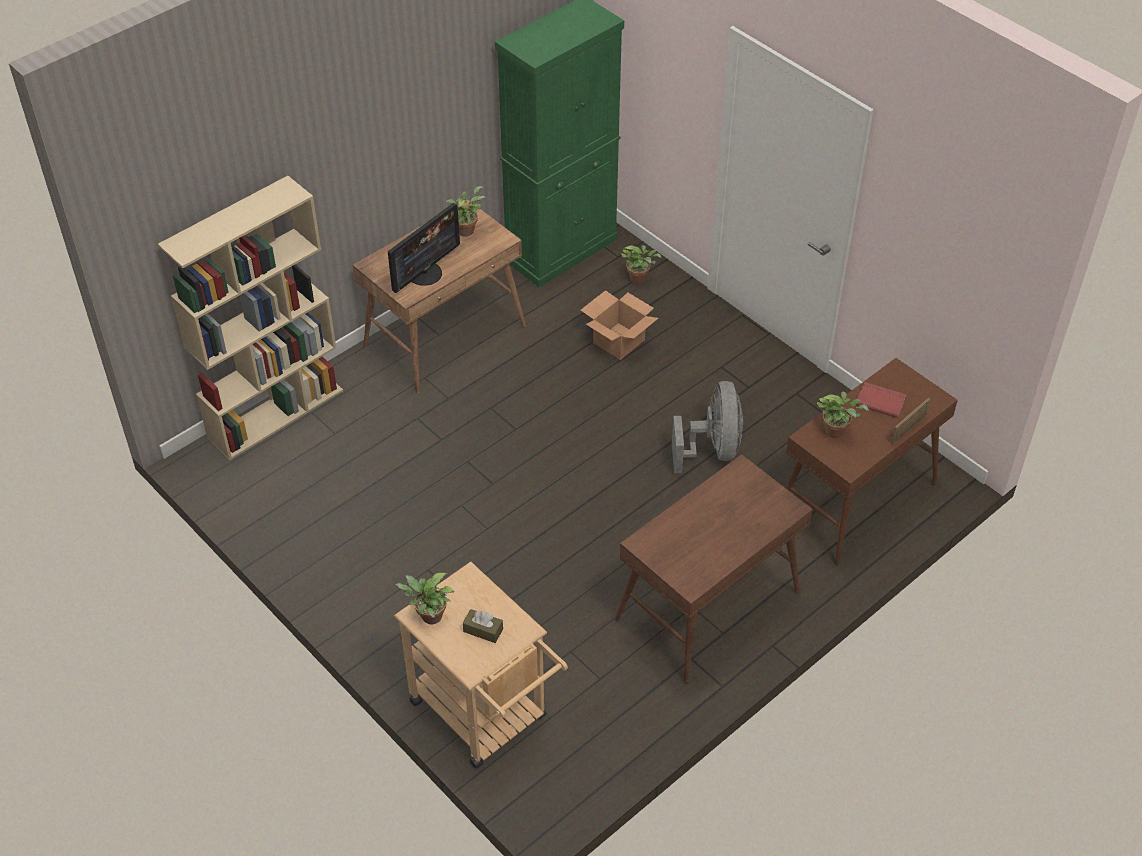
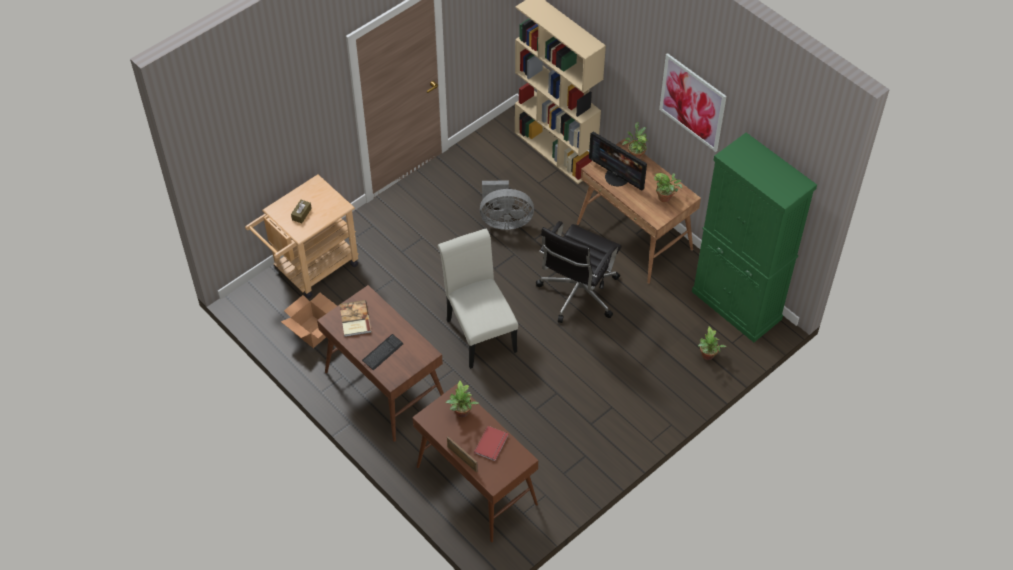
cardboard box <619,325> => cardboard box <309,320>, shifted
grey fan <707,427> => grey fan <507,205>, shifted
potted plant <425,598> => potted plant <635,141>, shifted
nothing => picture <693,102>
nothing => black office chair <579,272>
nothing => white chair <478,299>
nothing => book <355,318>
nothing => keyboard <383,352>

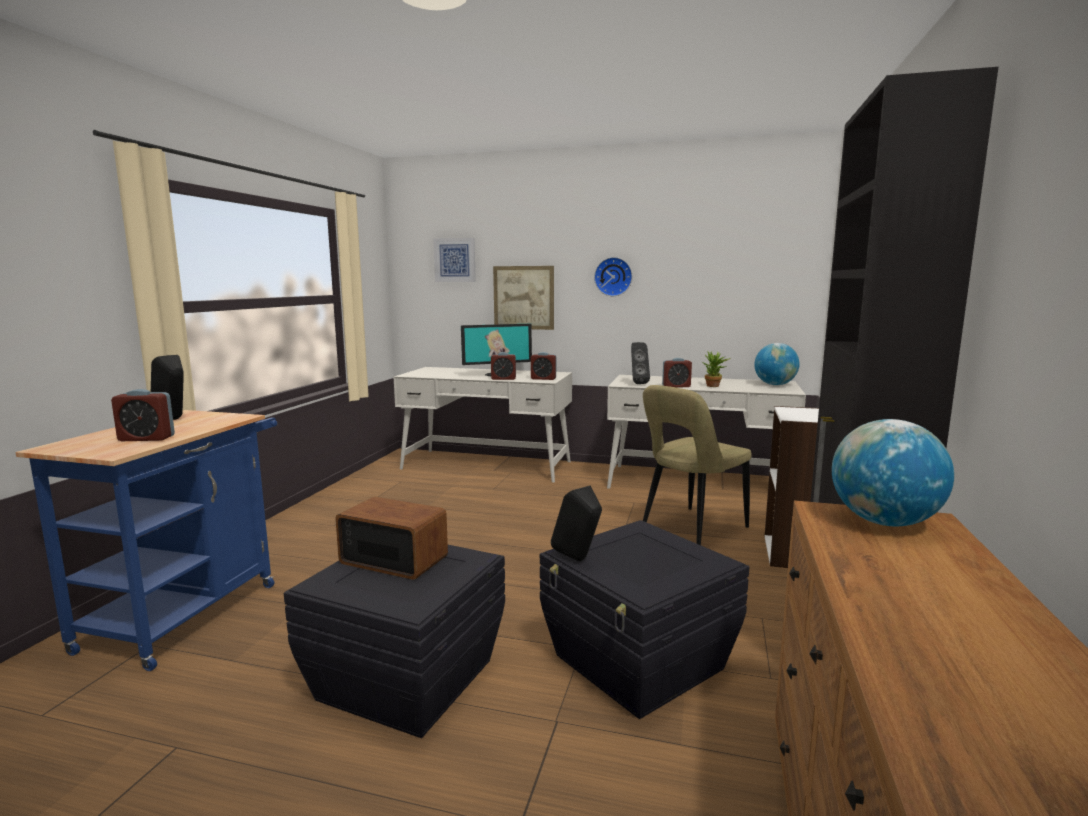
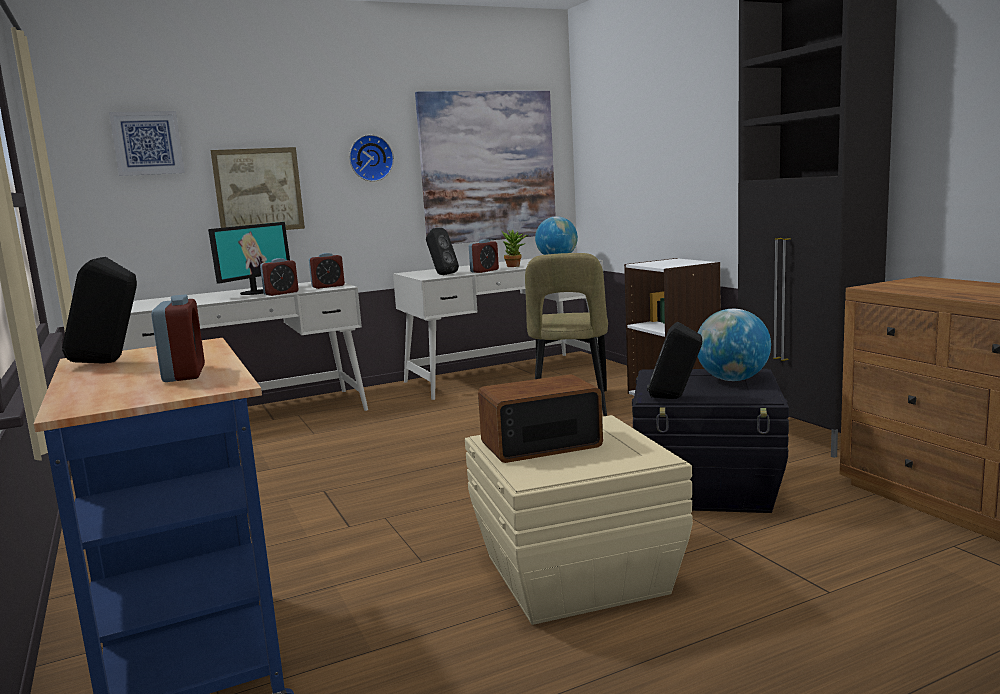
alarm clock <143,415> => alarm clock <178,338>, 60 degrees counterclockwise
globe <893,473> => globe <734,345>, shifted
black storage box <394,641> => beige storage box <579,520>
nothing => picture <485,168>

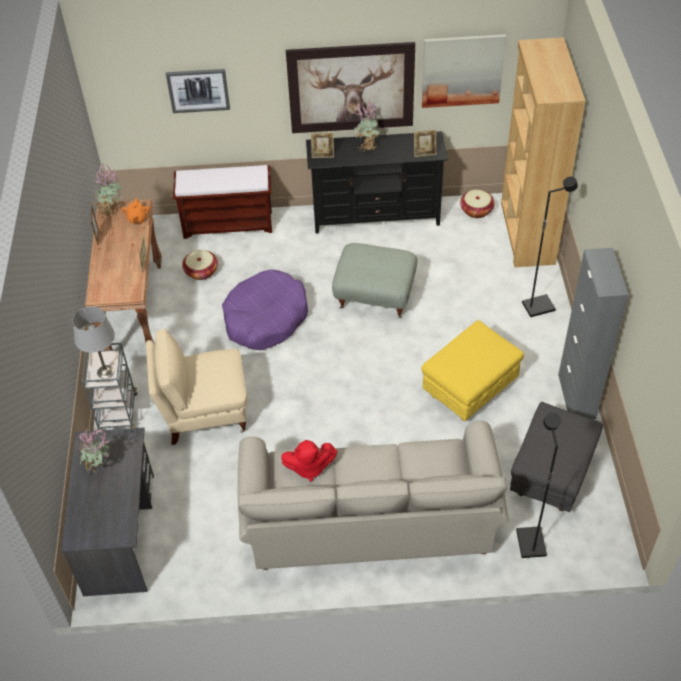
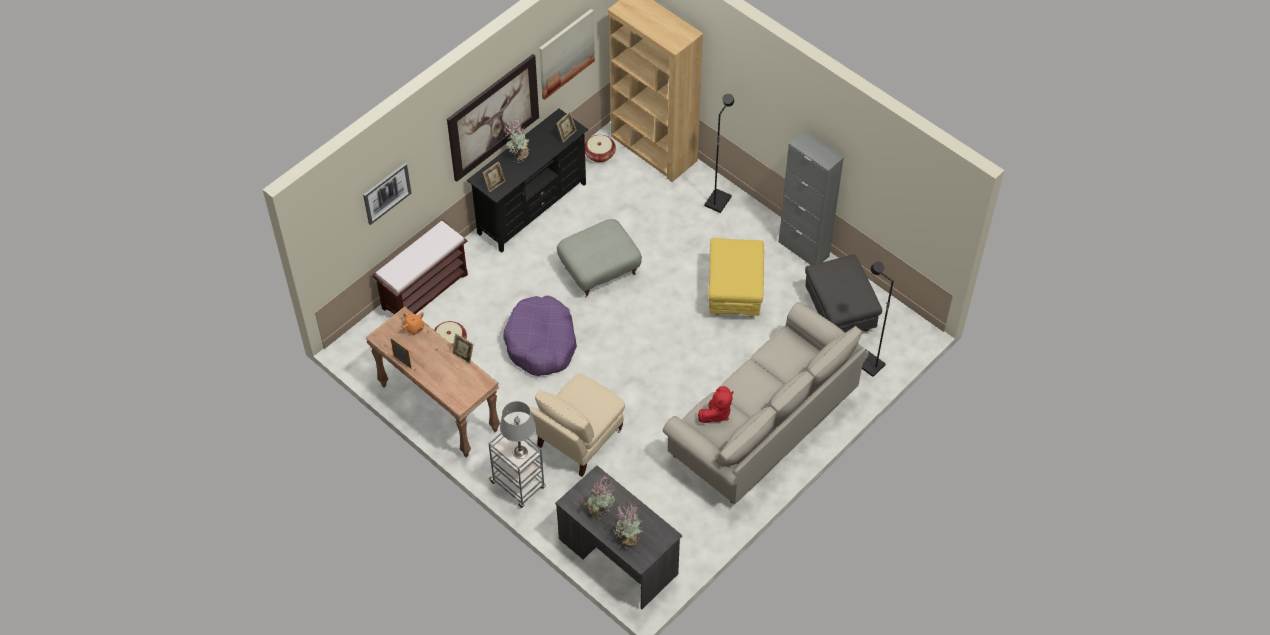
potted plant <107,190> => potted plant <627,525>, shifted

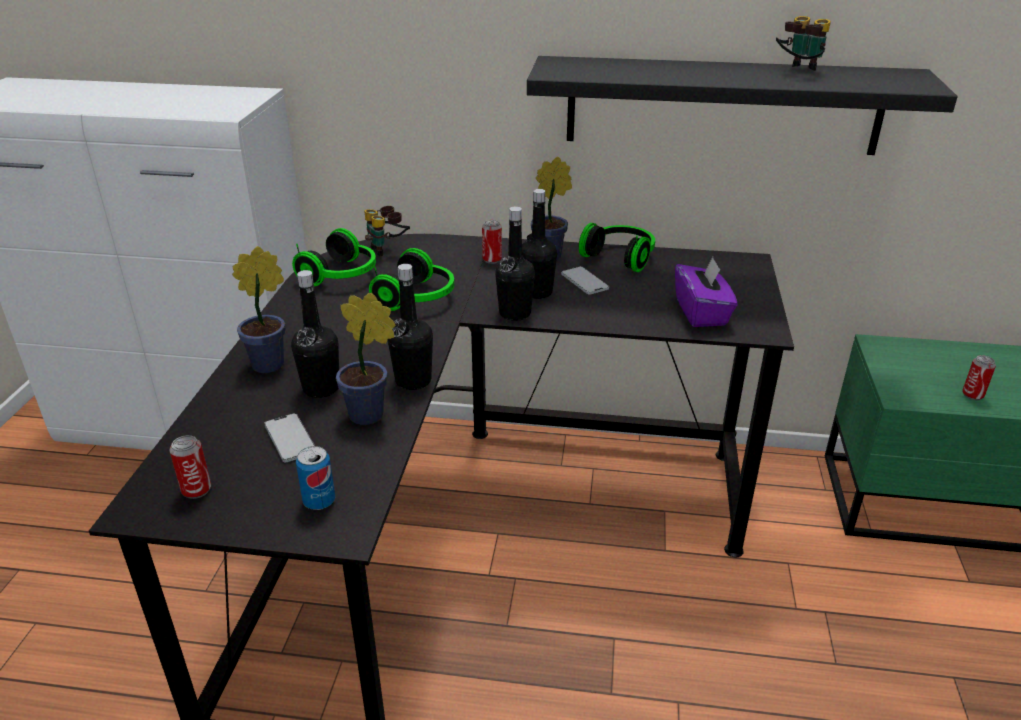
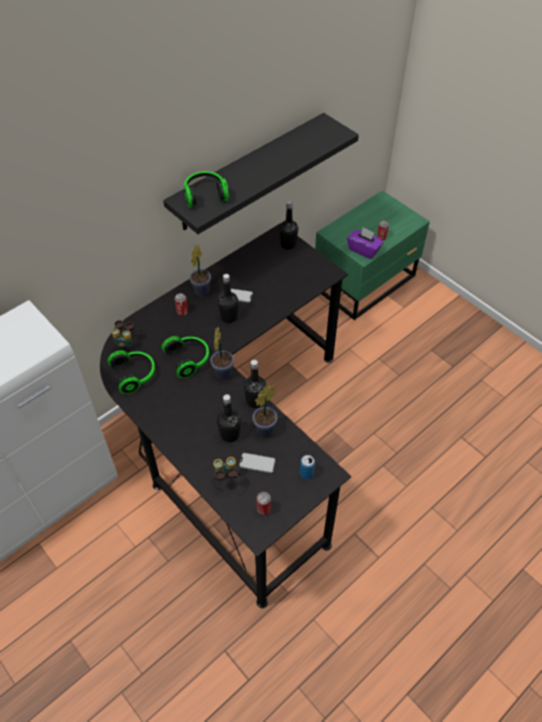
binoculars <803,43> => binoculars <227,474>, shifted
black bottle <515,264> => black bottle <288,225>, shifted
headphones <617,247> => headphones <206,189>, shifted
potted plant <258,309> => potted plant <222,353>, shifted
purple tissue box <706,292> => purple tissue box <365,243>, shifted

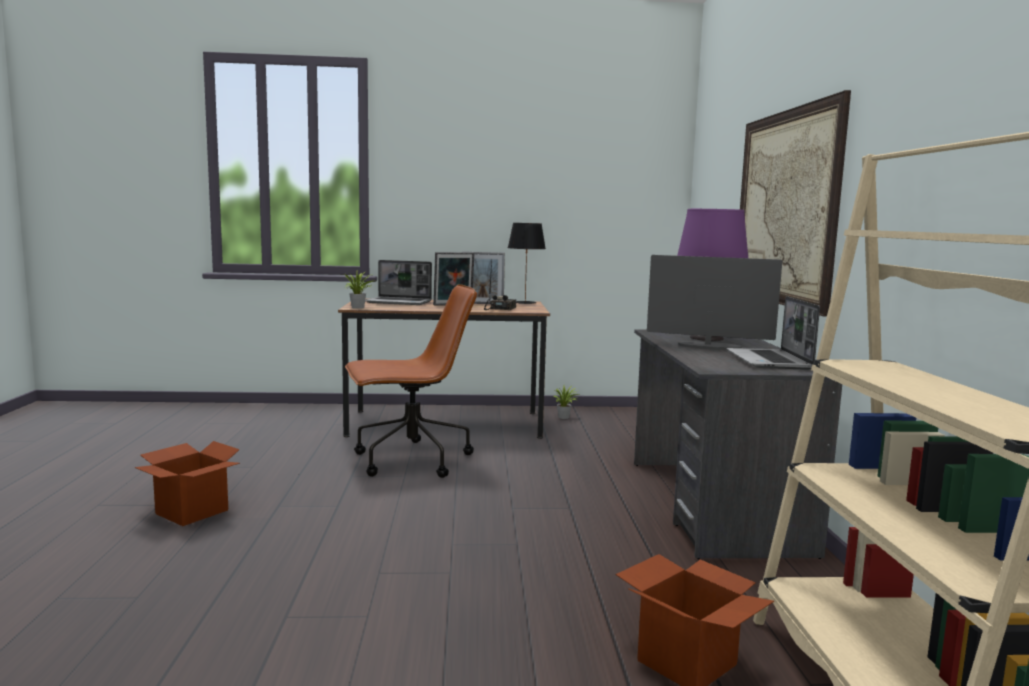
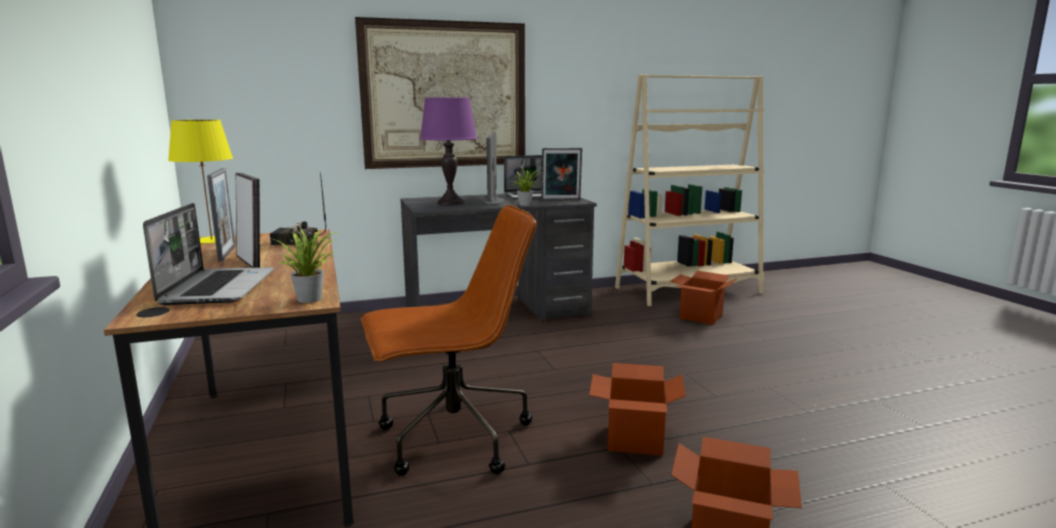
black table lamp <527,263> => yellow table lamp <200,182>
brown office chair <411,381> => brown office chair <449,340>, 105 degrees clockwise
potted plant <567,402> => potted plant <526,187>, shifted
nothing => picture frame <561,174>
nothing => cardboard box <637,409>

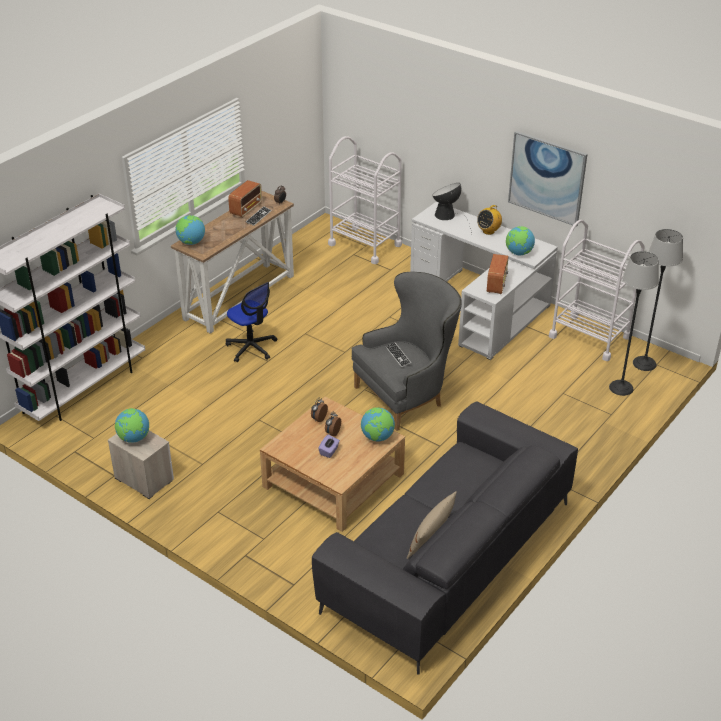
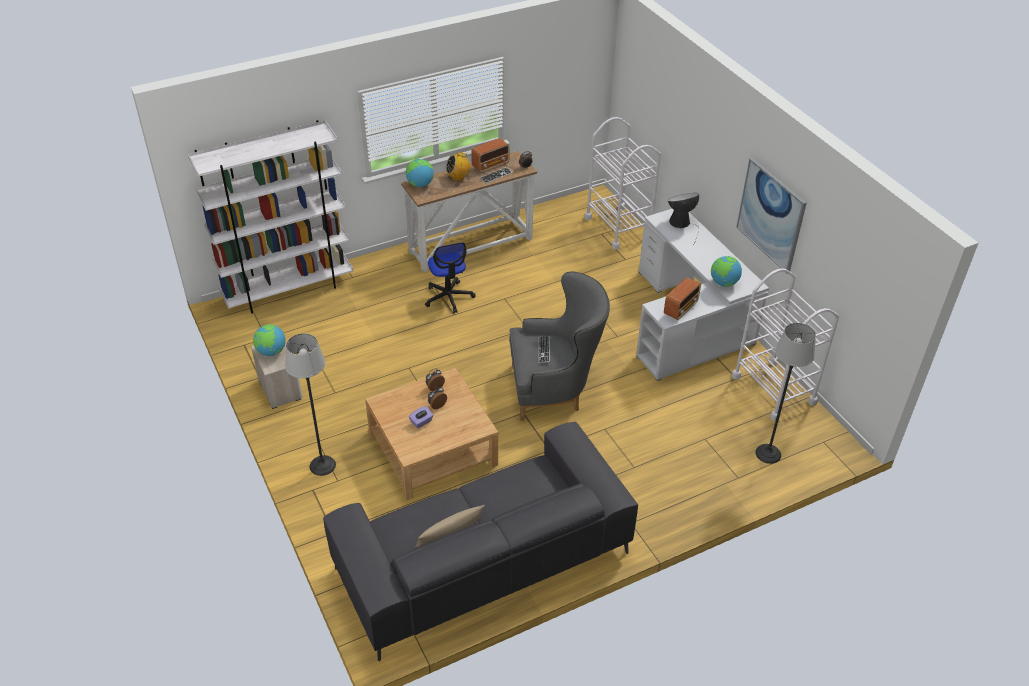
radio <489,220> => radio <458,166>, shifted
floor lamp <658,300> => floor lamp <310,405>, shifted
globe <378,424> => nothing

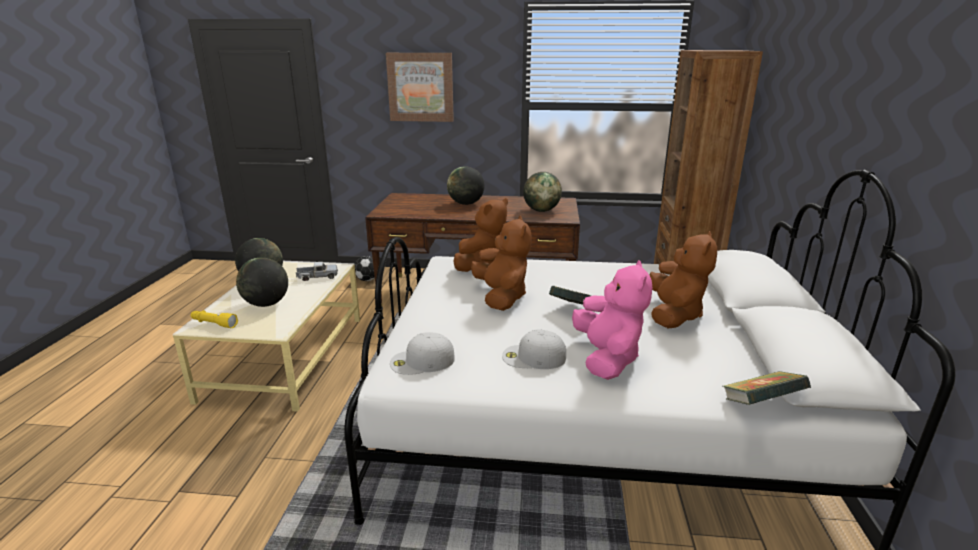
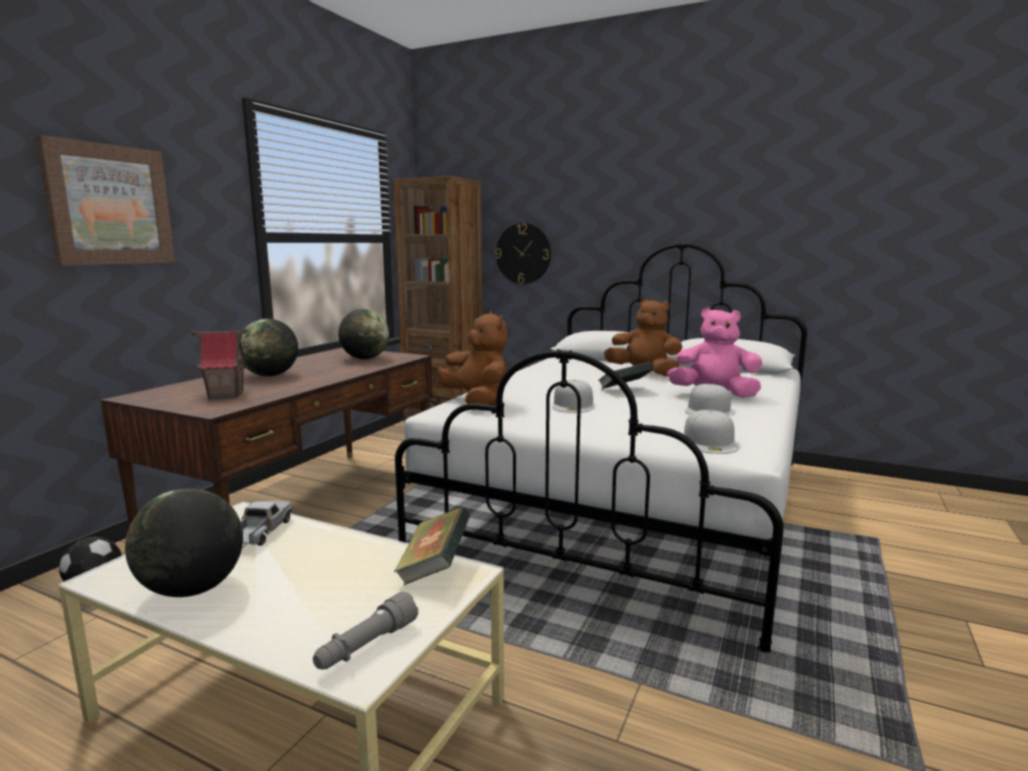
brown plush toy <501,263> => white cap <572,396>
globe <262,282> => nothing
yellow flashlight <214,319> => grey flashlight <365,631>
book <767,388> => book <432,545>, shifted
nothing => wall clock <523,253>
nothing => toy house <219,364>

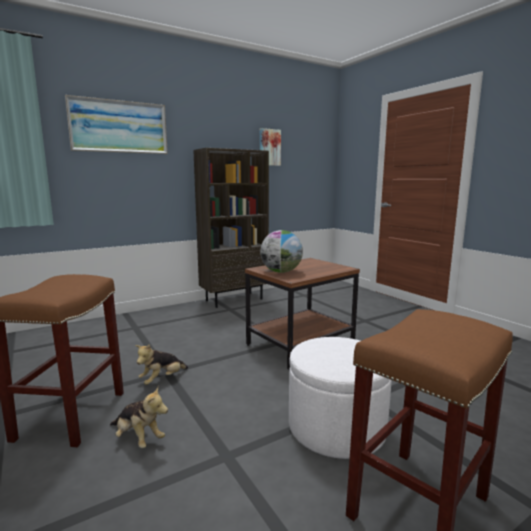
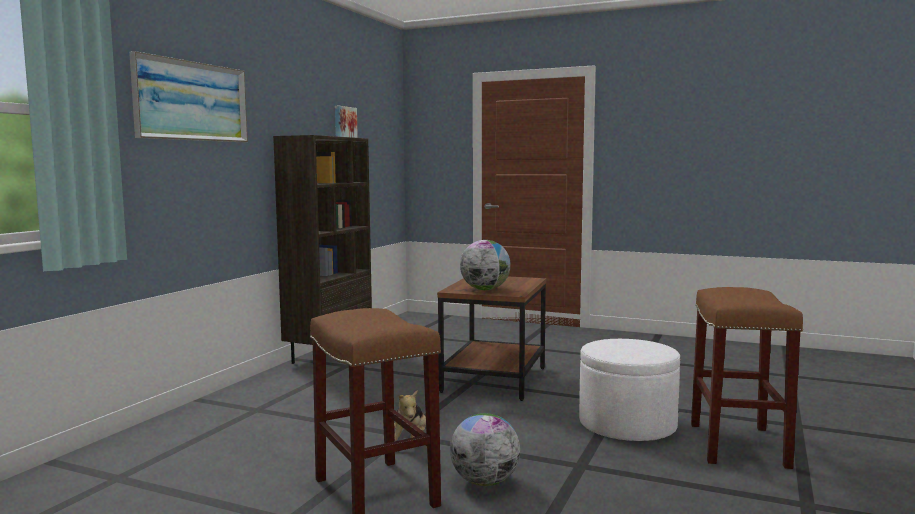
plush toy <139,417> => globe <485,449>

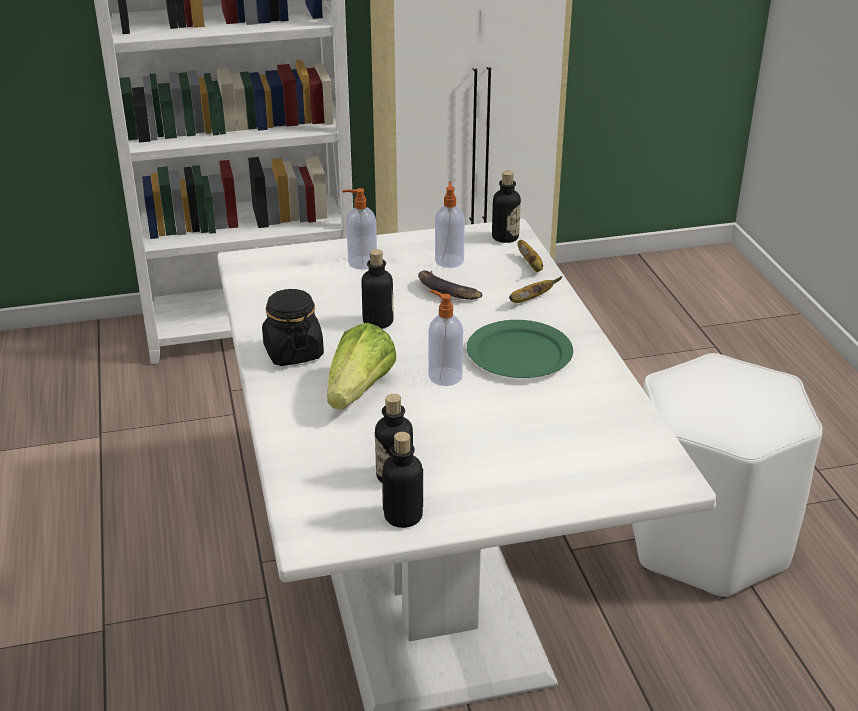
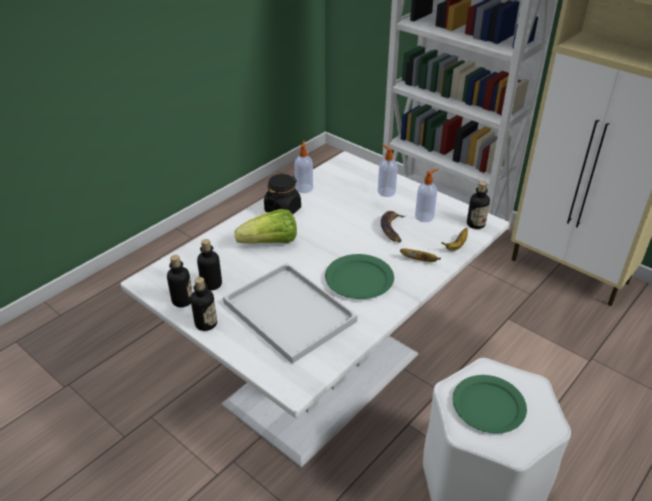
bottle <377,289> => bottle <204,304>, shifted
soap dispenser <445,338> => soap dispenser <303,166>, shifted
nothing => white tray <290,313>
nothing => green plate <490,404>

